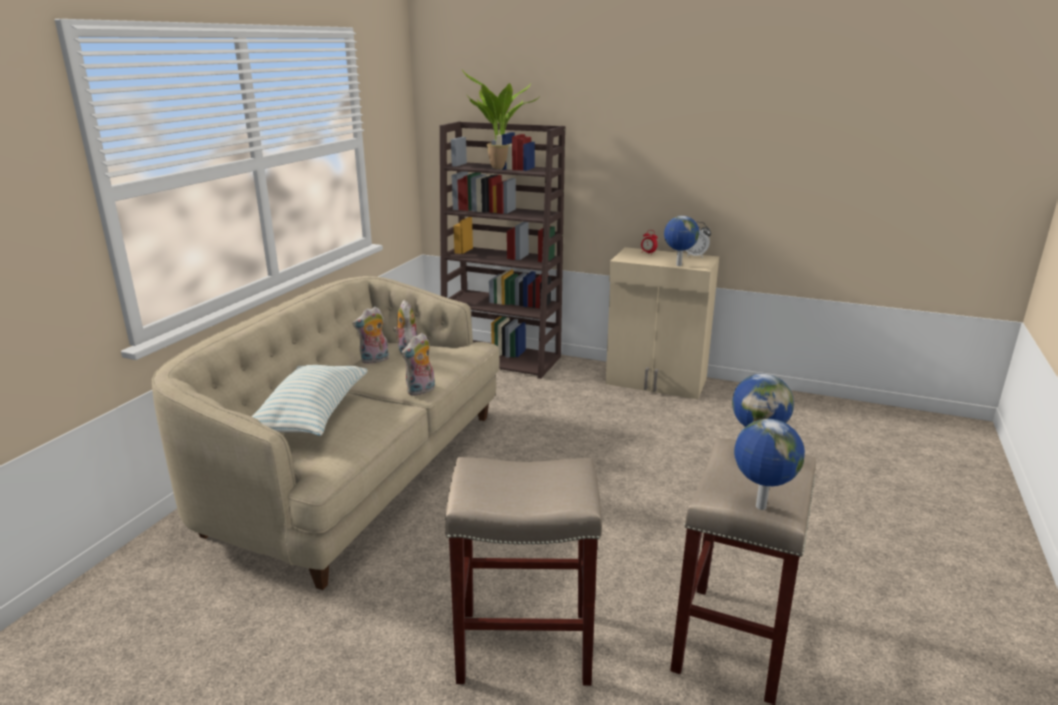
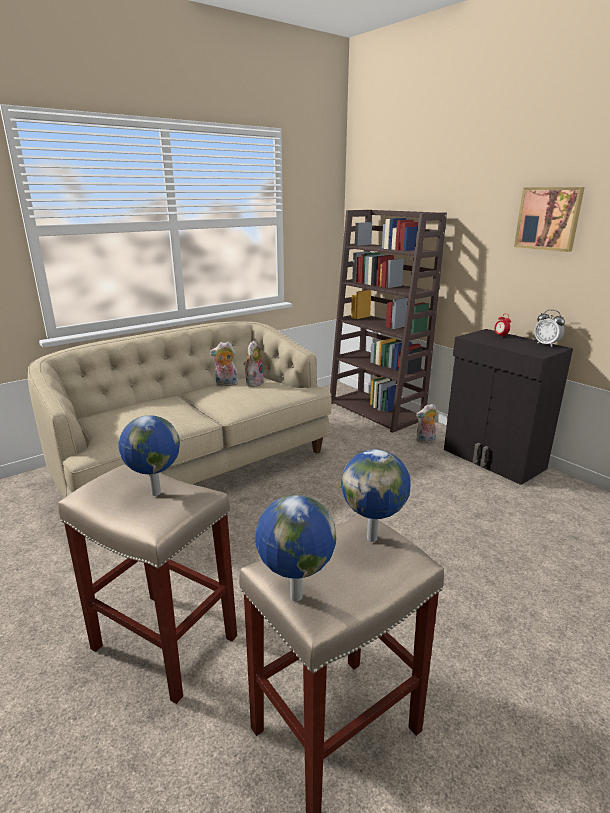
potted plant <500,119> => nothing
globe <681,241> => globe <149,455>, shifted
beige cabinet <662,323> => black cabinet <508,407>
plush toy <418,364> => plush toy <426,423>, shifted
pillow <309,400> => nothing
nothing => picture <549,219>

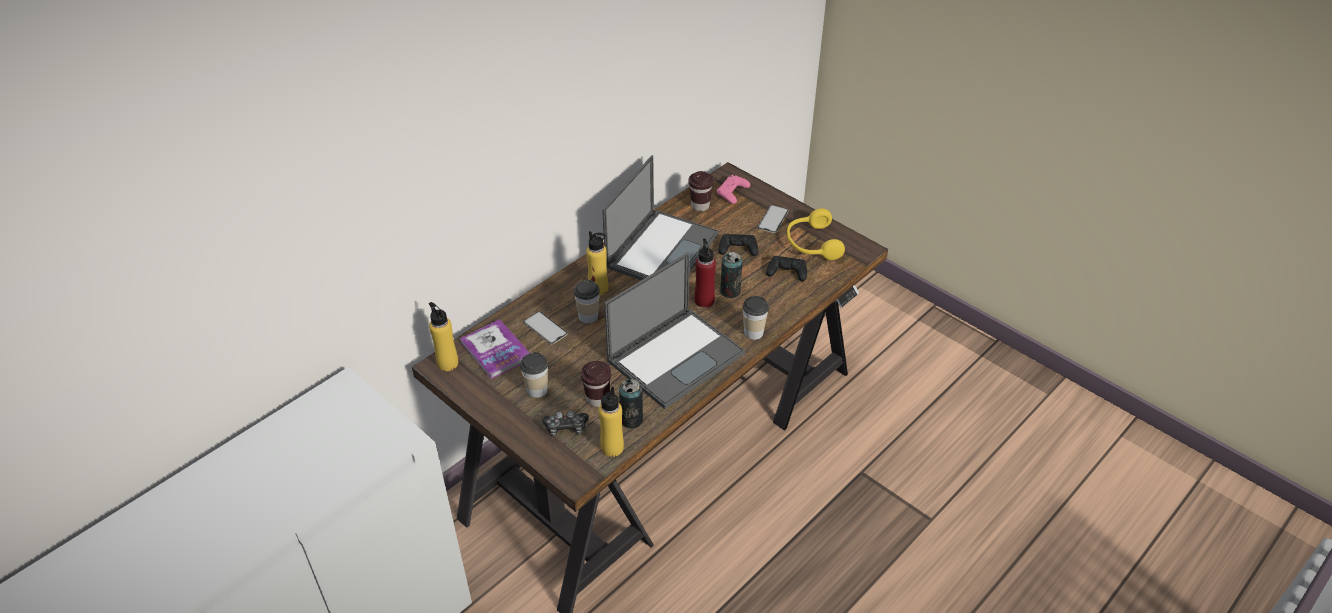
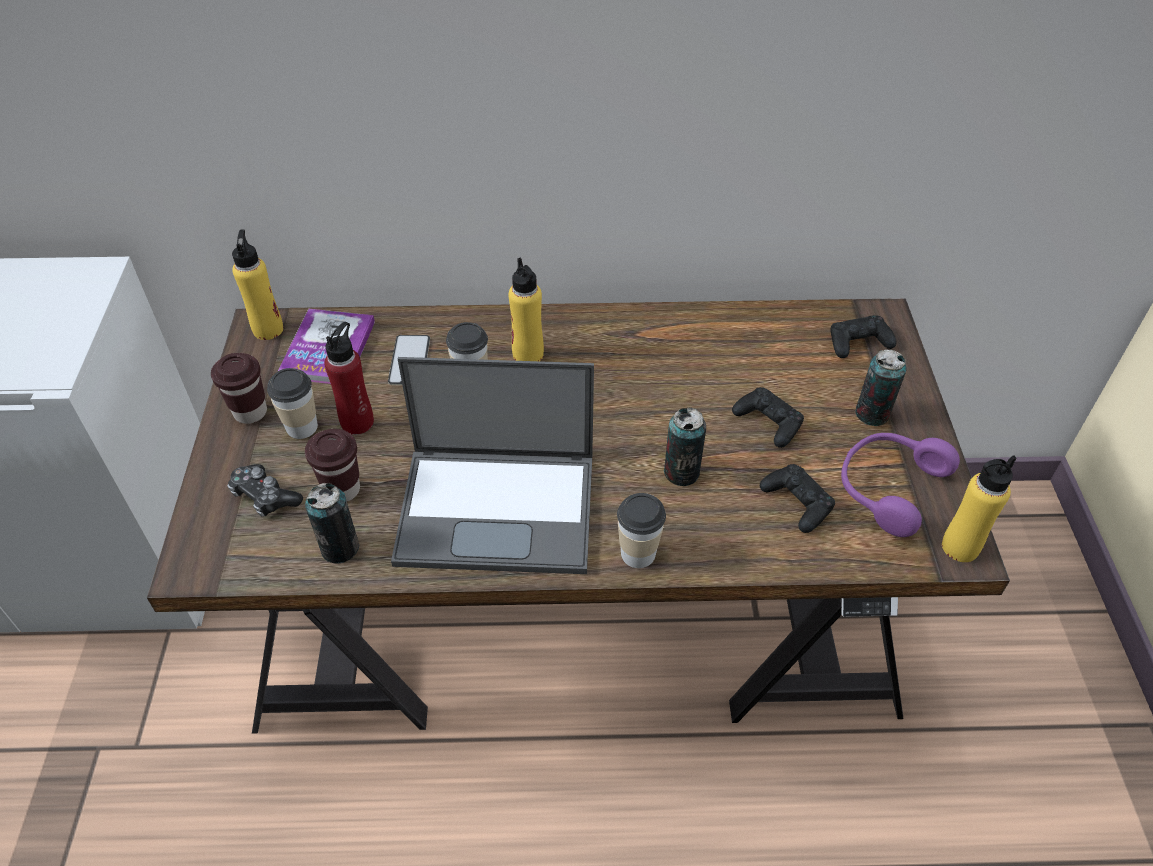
laptop <660,217> => nothing
brown cup <701,191> => brown cup <239,388>, shifted
pink game controller <733,189> => black game controller <864,336>
phone <773,219> => can <881,387>
yellow headphones <816,234> => purple headphones <900,485>
red bottle <705,273> => red bottle <349,378>, shifted
yellow bottle <611,422> => yellow bottle <979,509>, shifted

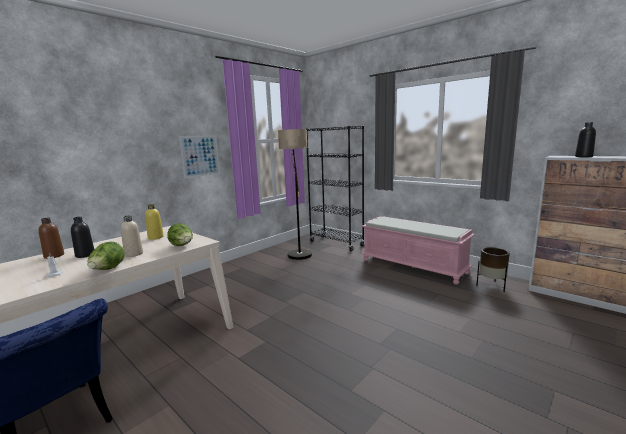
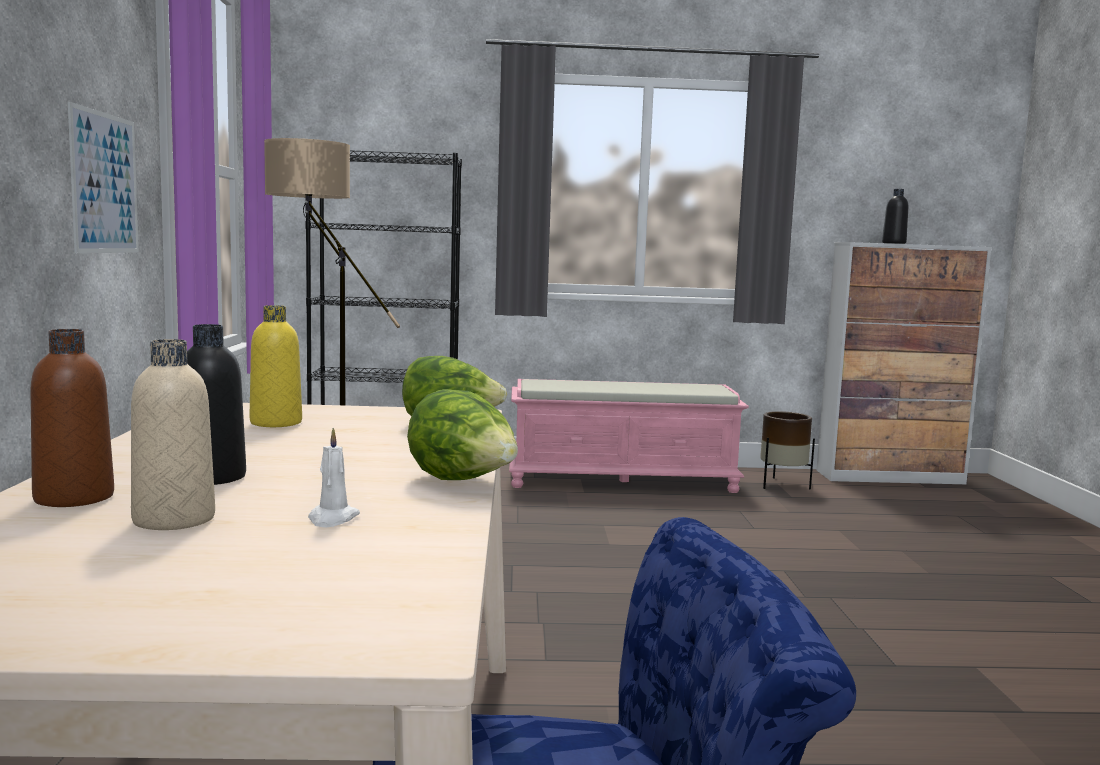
beige bottle <132,236> => beige bottle <173,434>, shifted

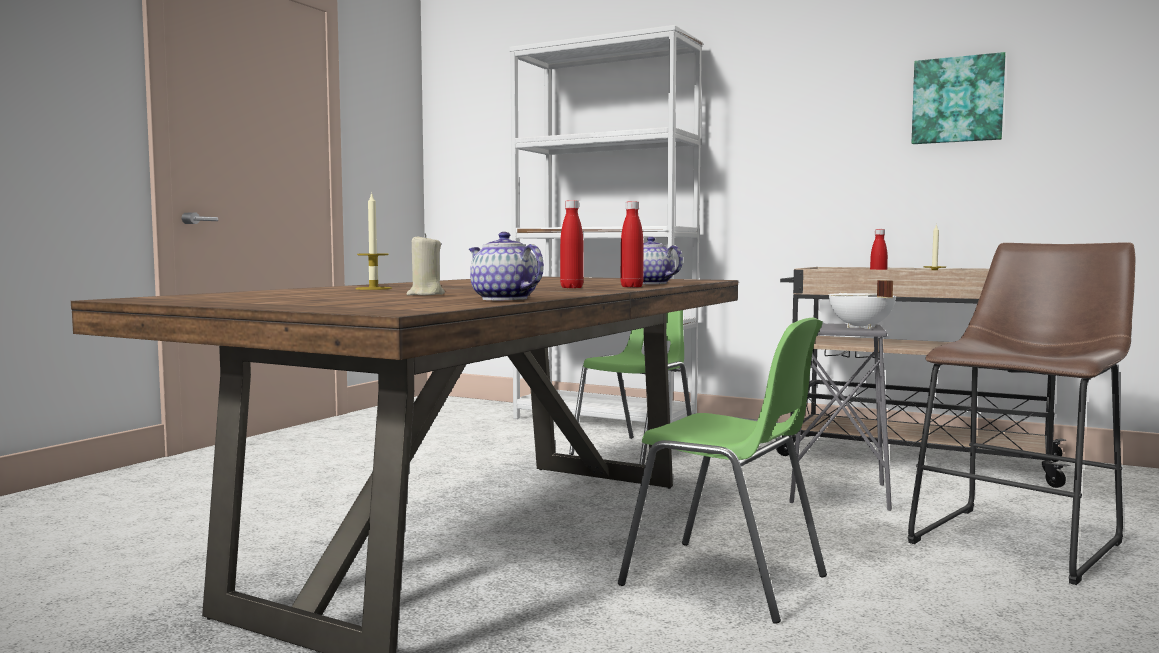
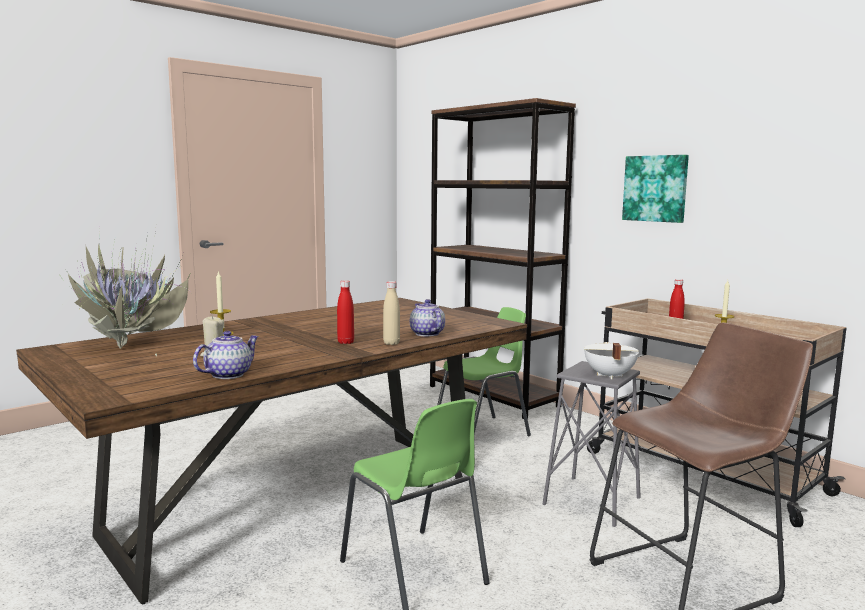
white bookcase <606,224> => brown bookcase <503,258>
picture <959,98> => picture <655,189>, shifted
red bottle <632,244> => beige bottle <391,313>
teapot <506,266> => teapot <226,355>, 60 degrees clockwise
nothing => potted plant <126,292>

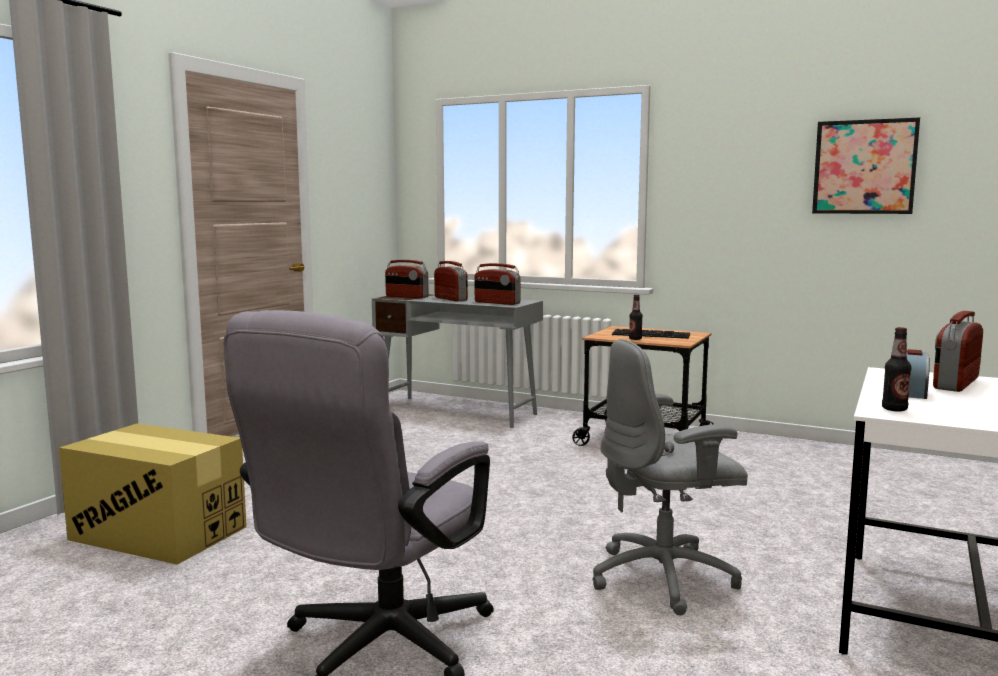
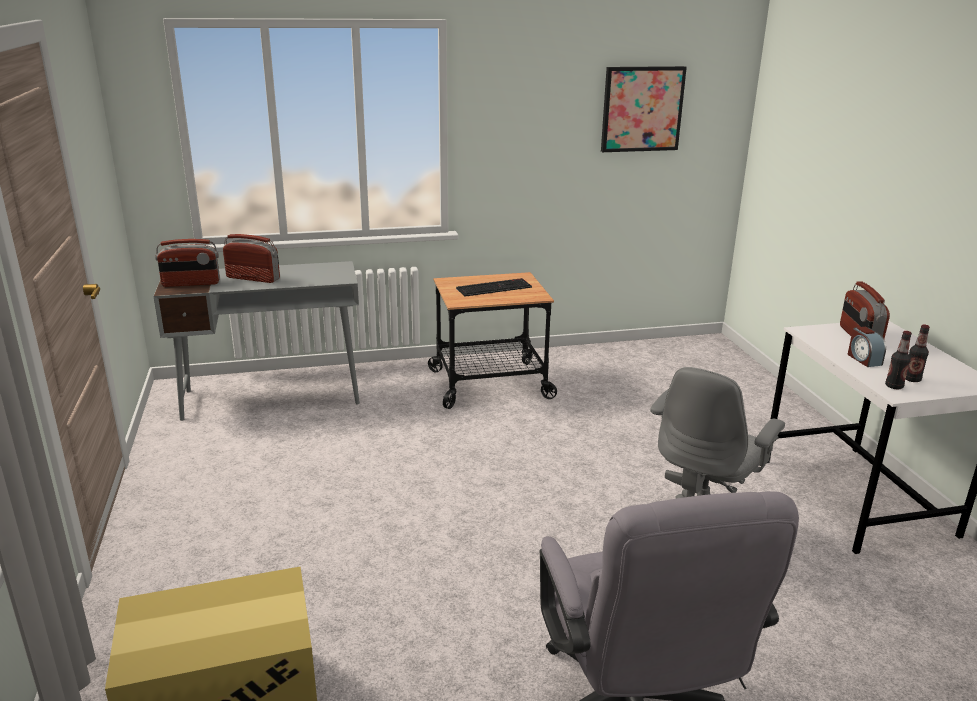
radio <498,284> => nothing
bottle <636,317> => bottle <918,353>, shifted

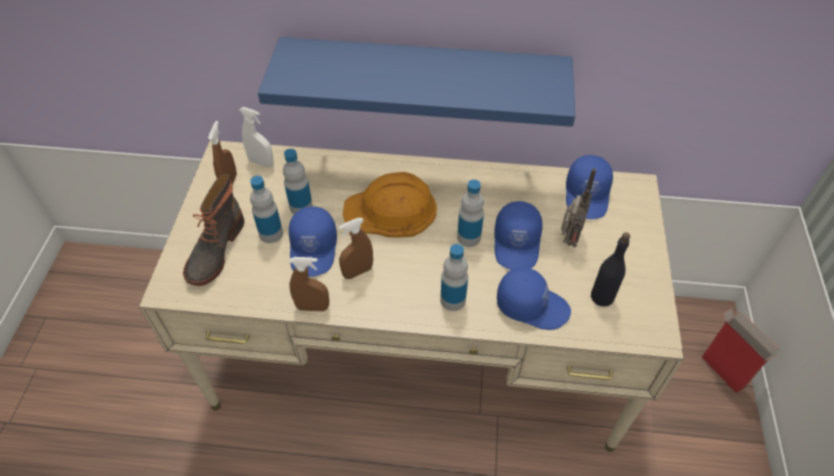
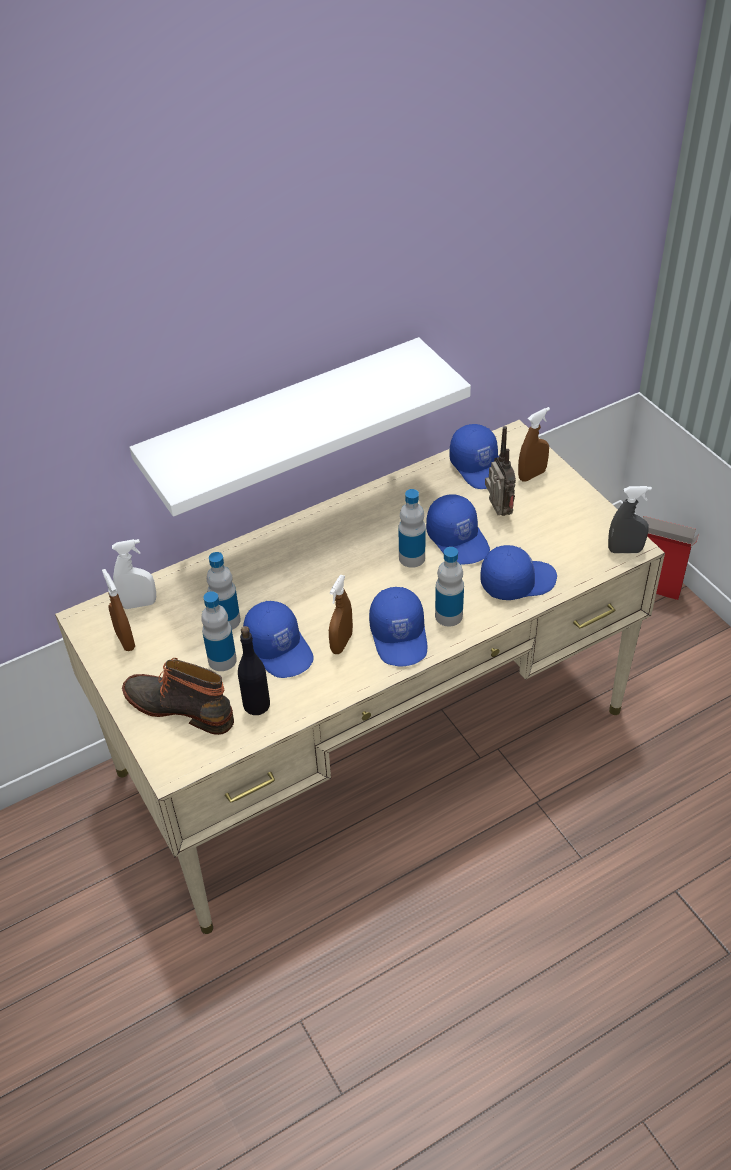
blue shelf <416,82> => white shelf <300,427>
orange hard hat <390,205> => nothing
boot <214,230> => boot <178,696>, 135 degrees clockwise
black bottle <610,269> => black bottle <254,670>, shifted
brown spray bottle <309,284> => brown spray bottle <534,444>, shifted
nothing => grey spray bottle <630,519>
nothing => blue cap <398,626>

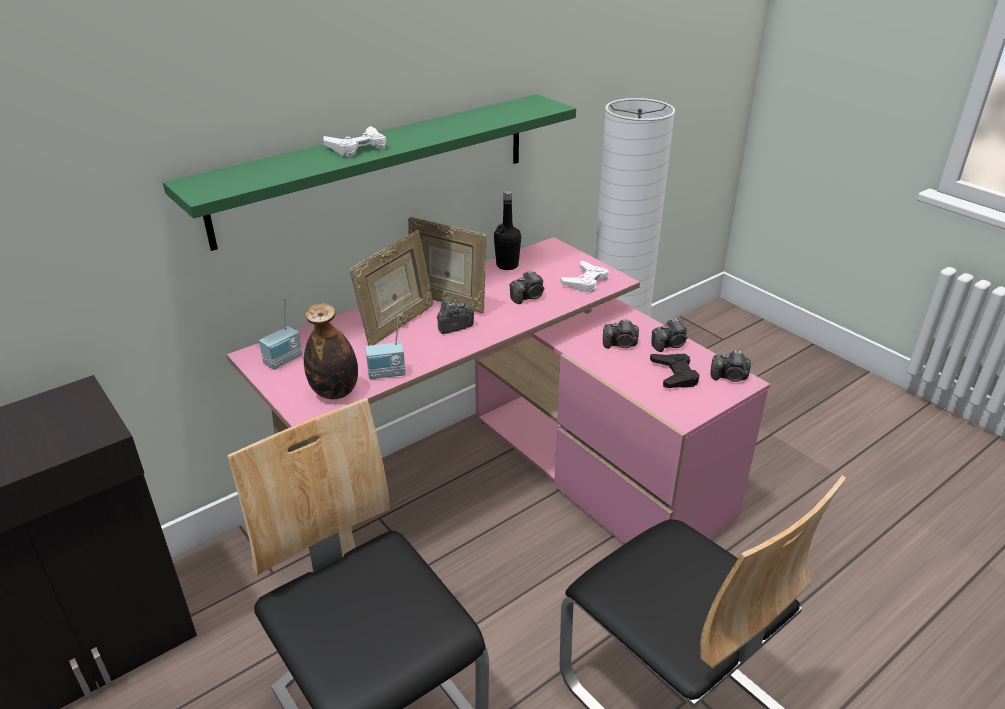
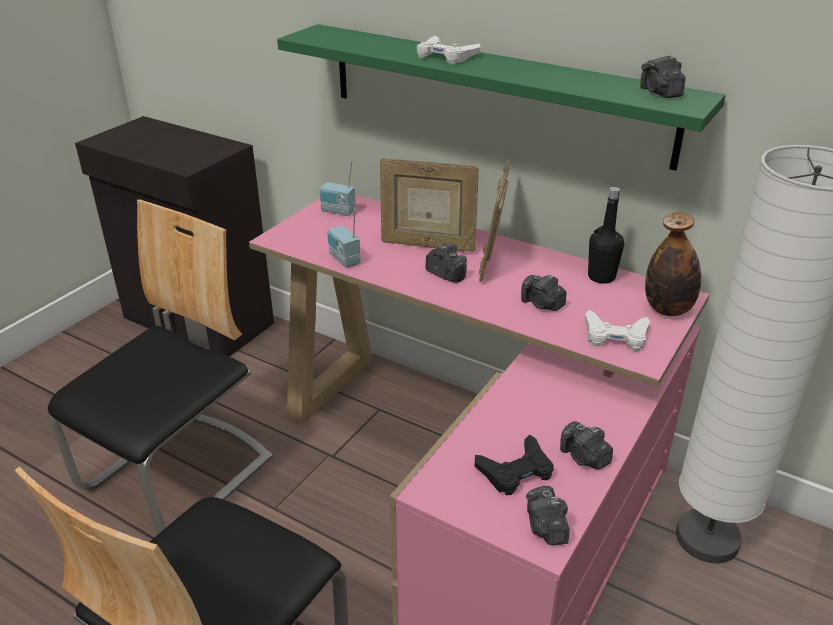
bottle <331,351> => bottle <673,264>, shifted
photo camera <621,334> => photo camera <663,76>, shifted

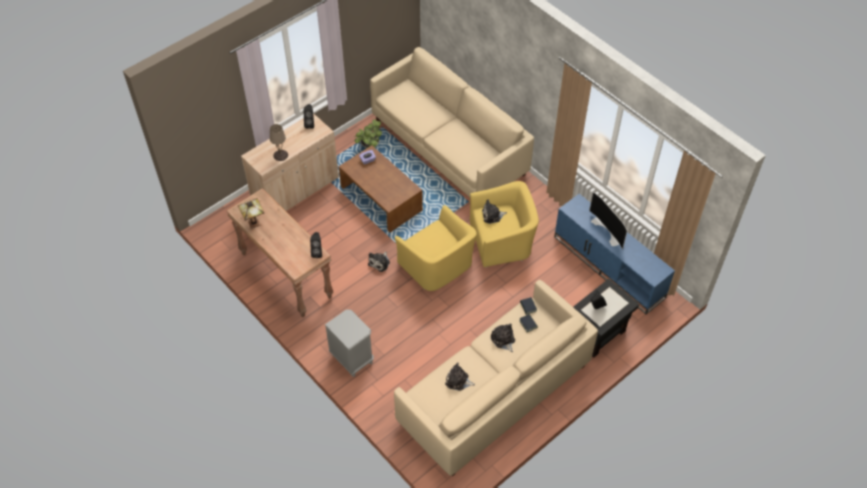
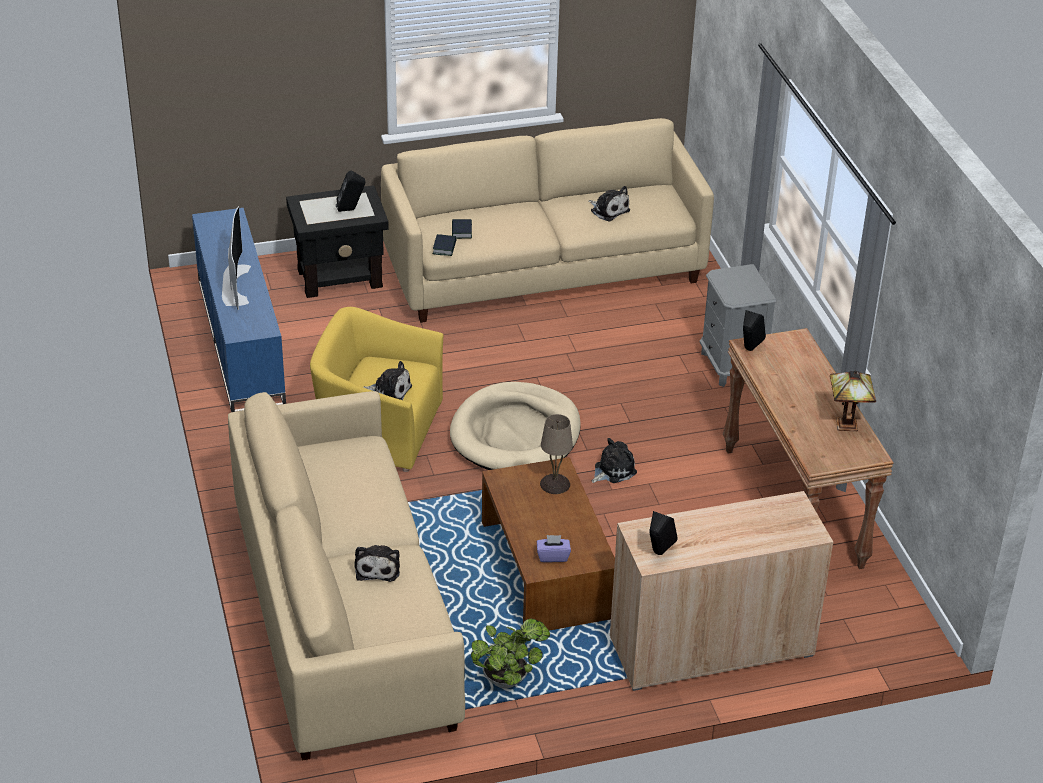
beige table lamp <279,142> => beige table lamp <556,454>, shifted
yellow armchair <436,248> => beige dog bed <515,426>
plush toy <503,337> => plush toy <377,563>, shifted

